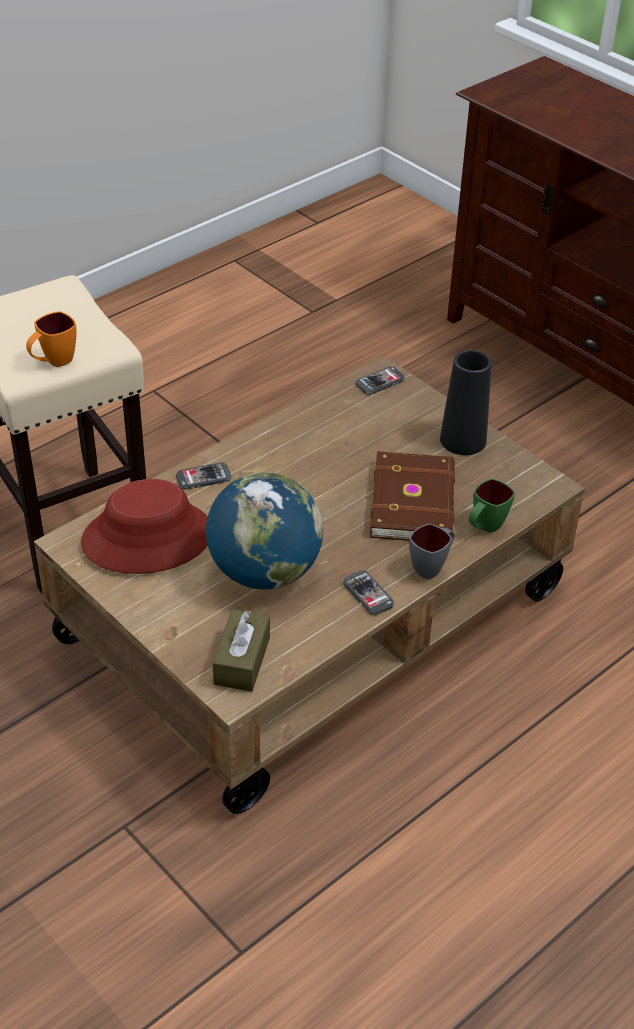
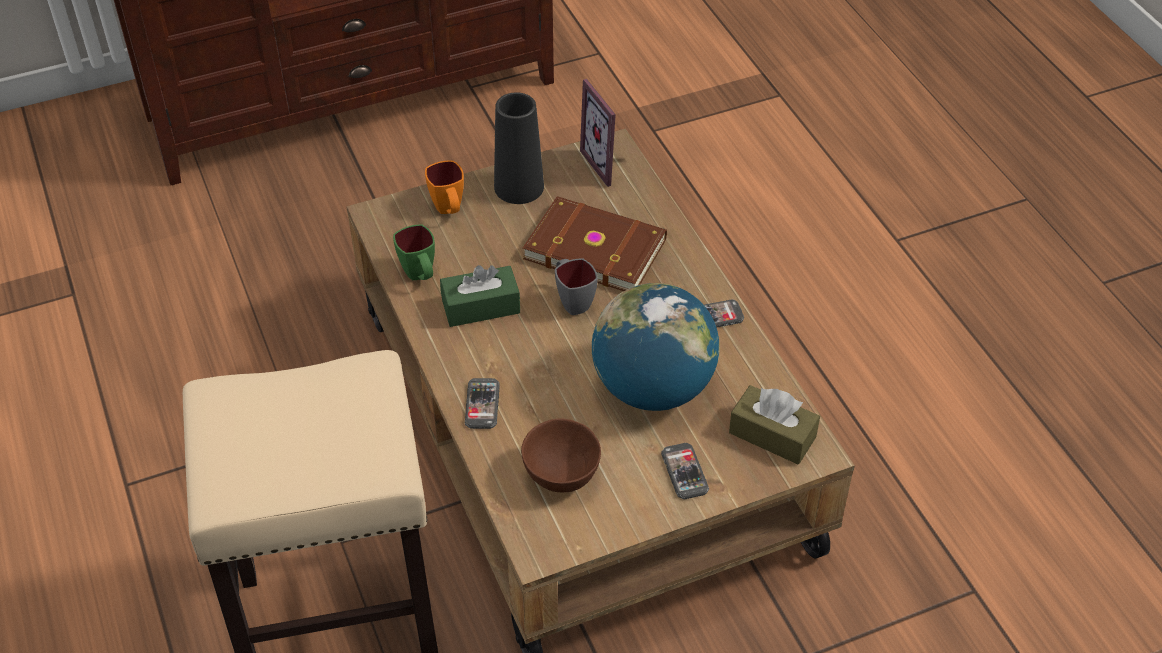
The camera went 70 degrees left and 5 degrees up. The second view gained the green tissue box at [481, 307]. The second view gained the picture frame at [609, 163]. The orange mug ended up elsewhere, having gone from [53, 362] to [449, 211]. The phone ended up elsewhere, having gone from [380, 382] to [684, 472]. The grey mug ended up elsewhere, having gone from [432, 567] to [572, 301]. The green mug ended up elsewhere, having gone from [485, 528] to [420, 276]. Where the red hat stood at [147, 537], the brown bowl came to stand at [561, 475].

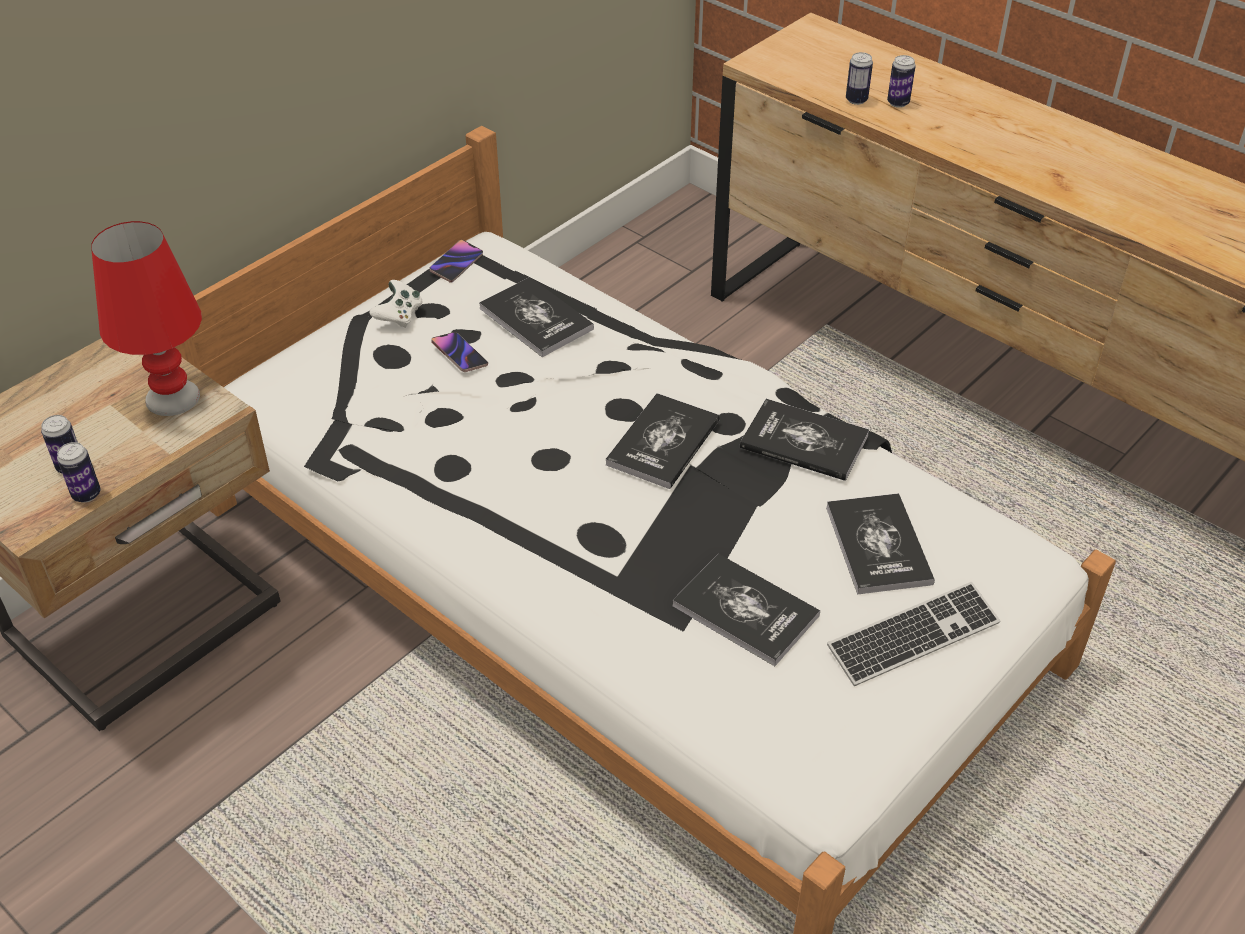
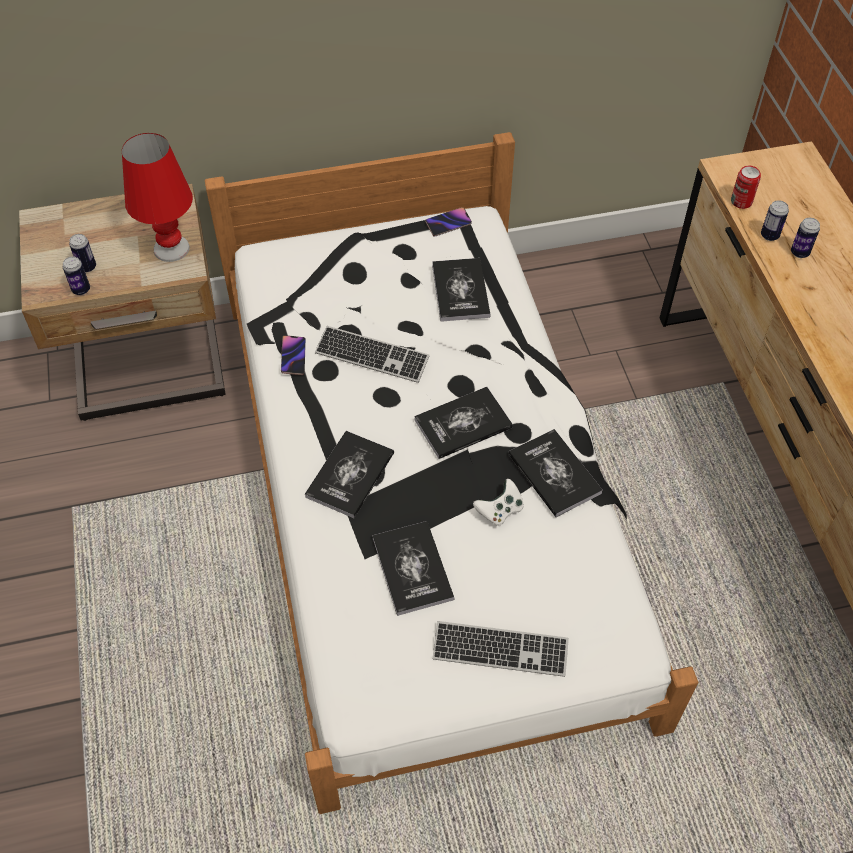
The camera went 35 degrees right and 10 degrees up. The second view gained the keyboard at [372, 356]. The second view gained the can at [741, 202]. The white game controller ended up elsewhere, having gone from [399, 316] to [499, 510]. The phone ended up elsewhere, having gone from [459, 355] to [293, 357]. The book ended up elsewhere, having gone from [878, 545] to [350, 475].

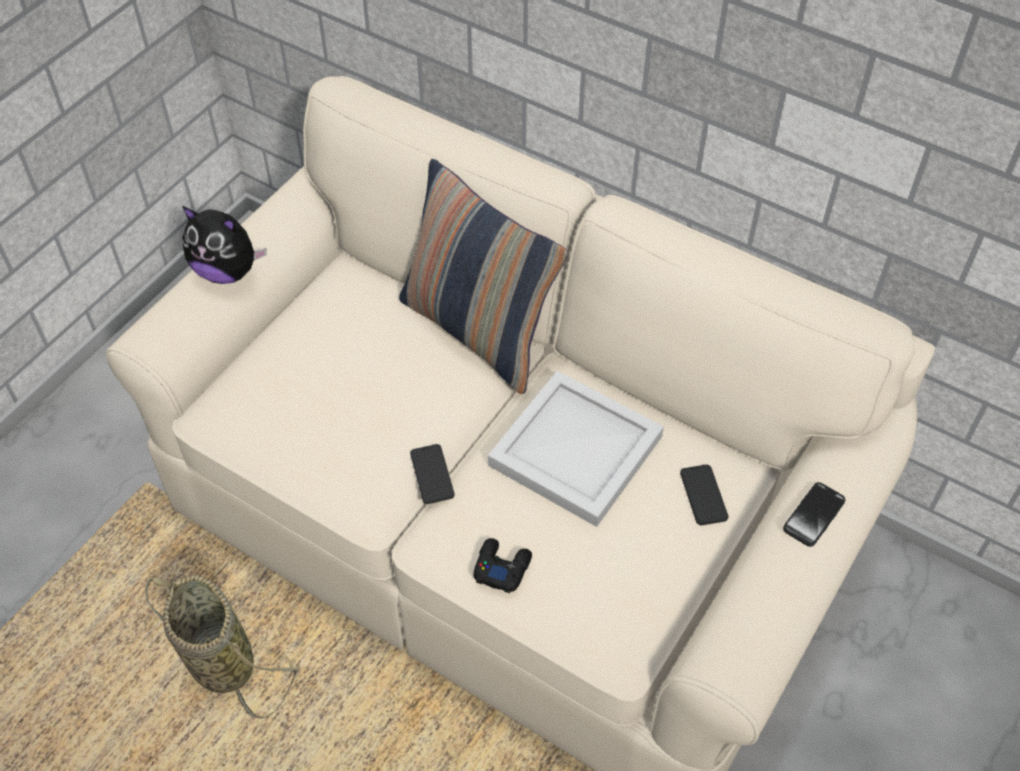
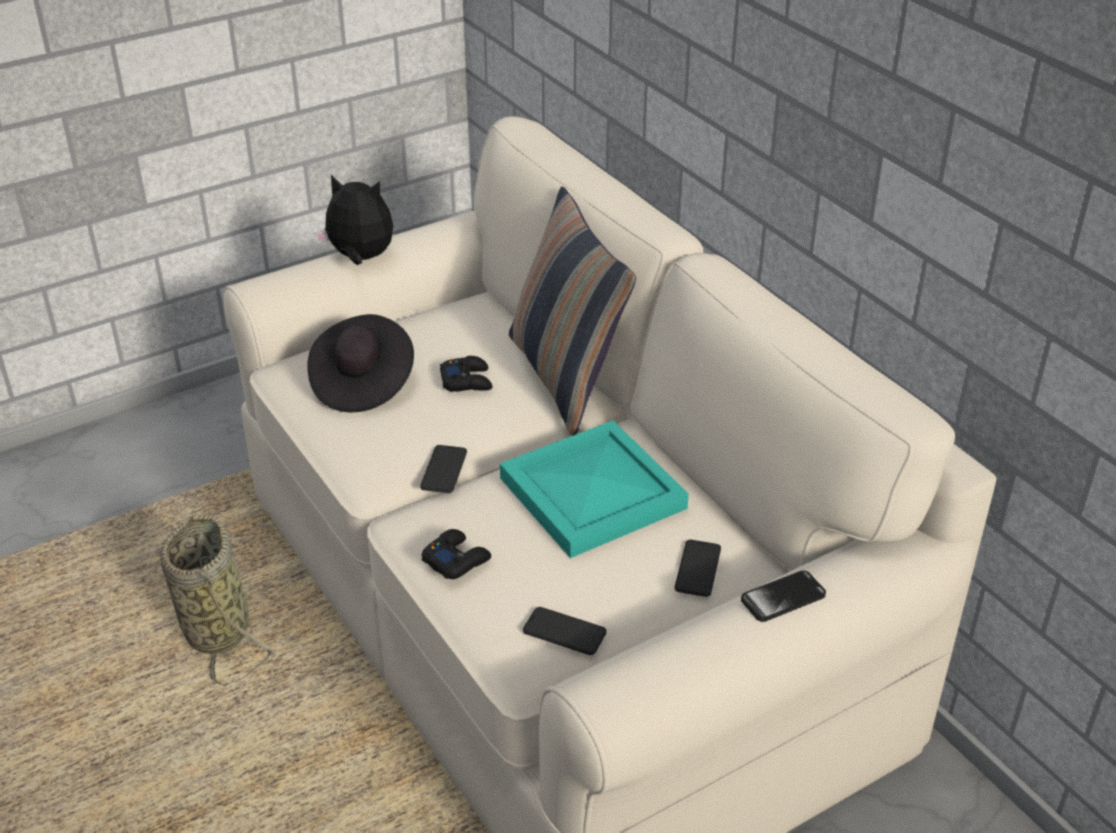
The camera went 25 degrees right and 15 degrees down. The second view gained the black hat at [362, 383]. The second view gained the black game controller at [467, 381]. The second view gained the phone at [564, 632]. What was the white tray at [575, 448] turned into the turquoise tray at [593, 491]. The plush toy at [227, 271] ended up facing another way, 150 degrees clockwise from before.

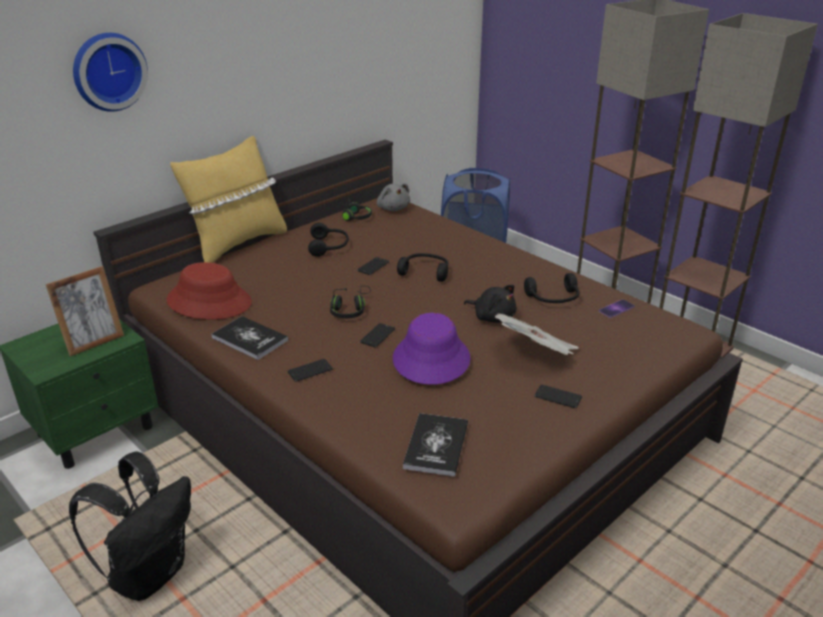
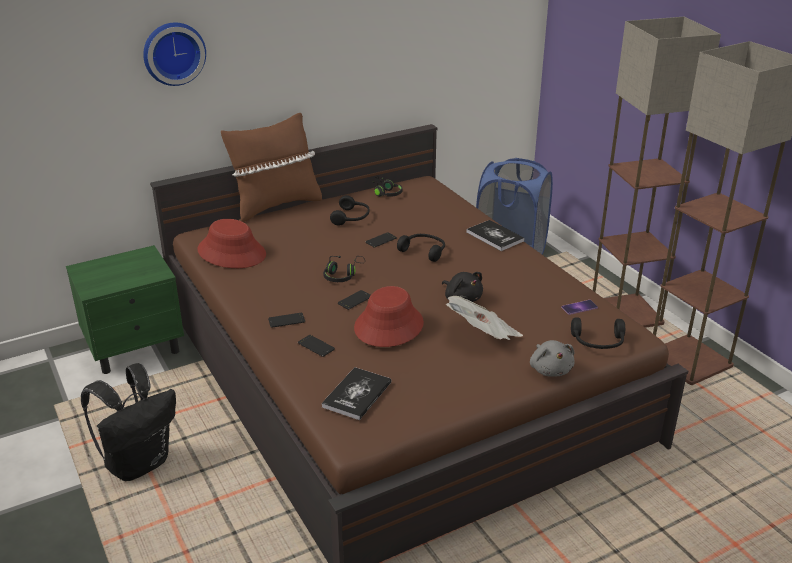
The camera went 15 degrees right and 0 degrees up. The second view lost the picture frame at [94, 342]. The book ended up elsewhere, having gone from [250, 339] to [495, 236]. The grey plush toy ended up elsewhere, having gone from [393, 208] to [550, 369]. The black headphones ended up elsewhere, having gone from [553, 299] to [598, 342]. The phone ended up elsewhere, having gone from [558, 397] to [316, 346]. What was the yellow pillow at [237, 244] turned into the brown pillow at [276, 206]. What was the purple hat at [431, 359] turned into the red hat at [388, 326].

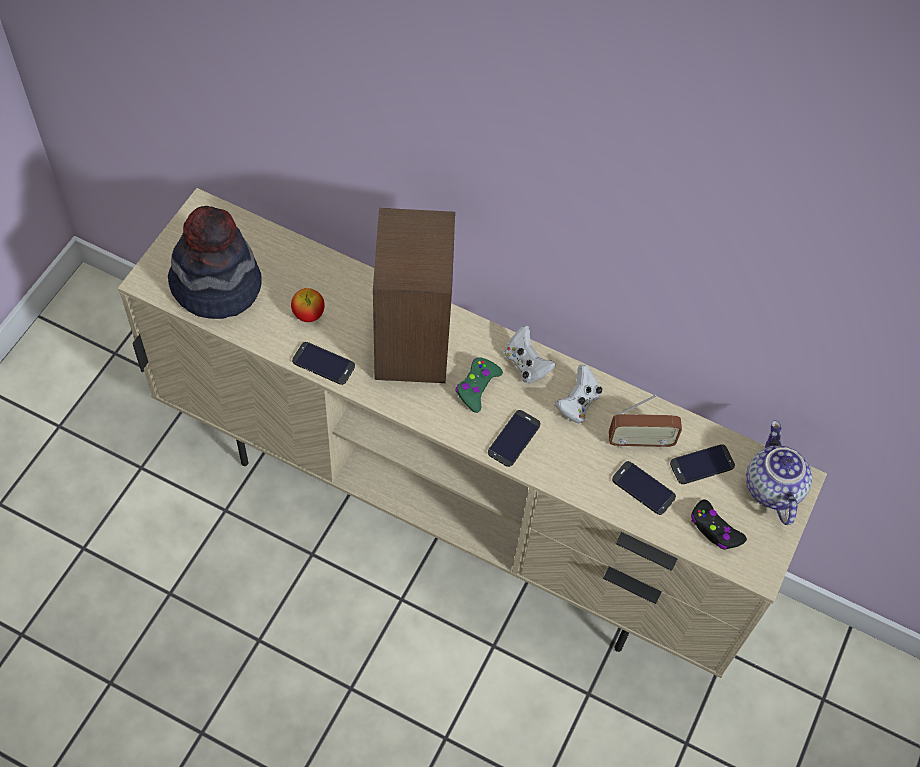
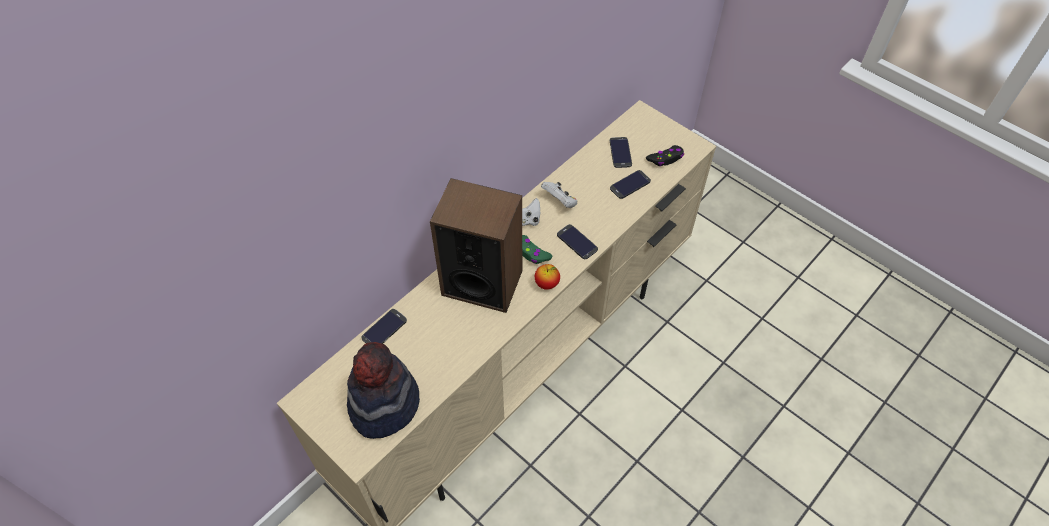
The camera went 70 degrees left and 5 degrees down. The second view lost the radio at [640, 442]. The second view lost the teapot at [770, 487]. The apple ended up elsewhere, having gone from [308, 315] to [547, 284]. The phone ended up elsewhere, having gone from [323, 363] to [384, 329].

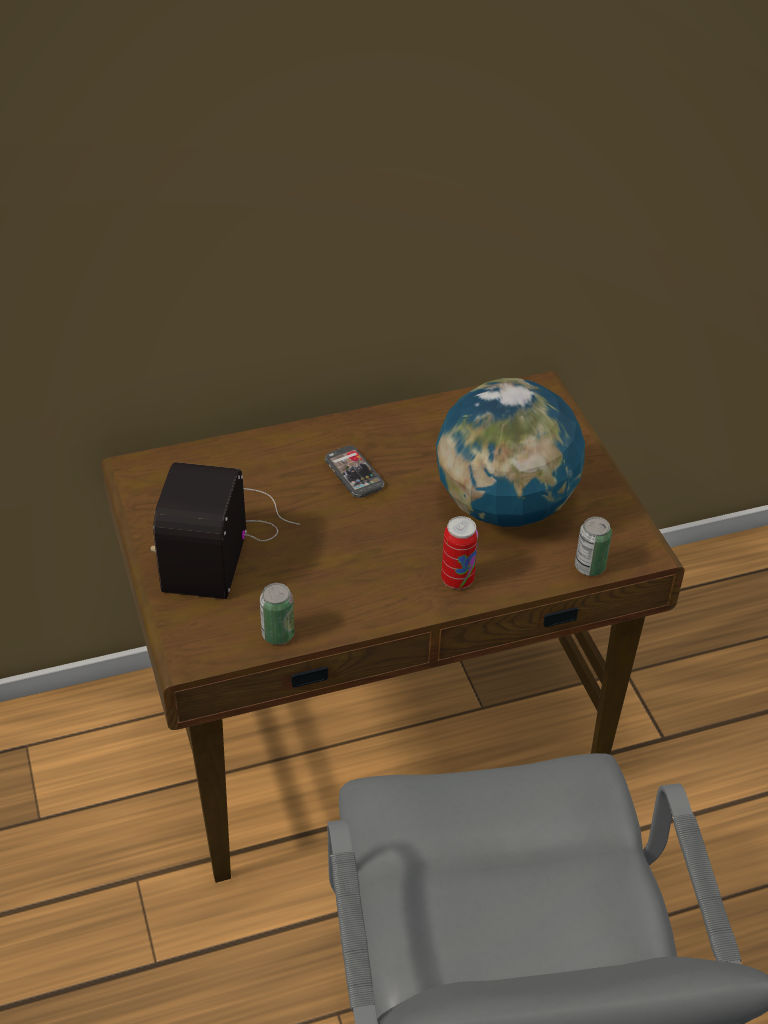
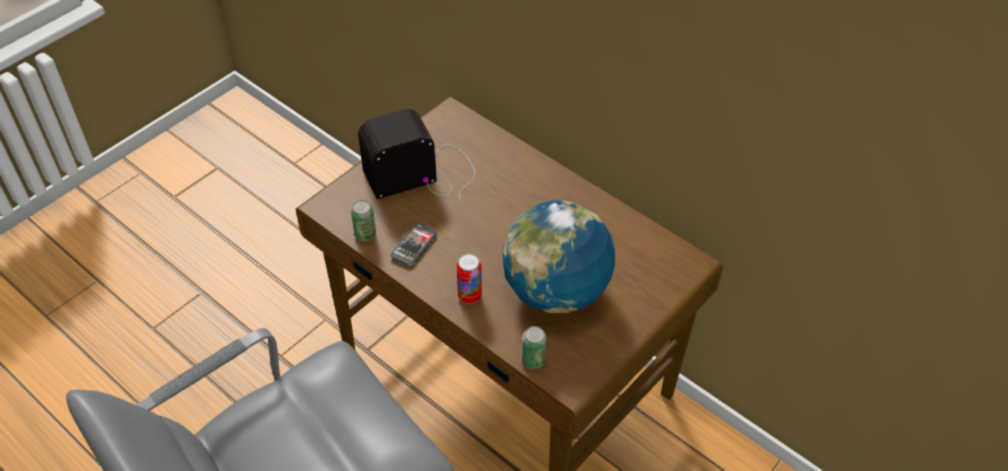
The camera went 60 degrees right and 5 degrees up. The phone ended up elsewhere, having gone from [354, 473] to [414, 246].

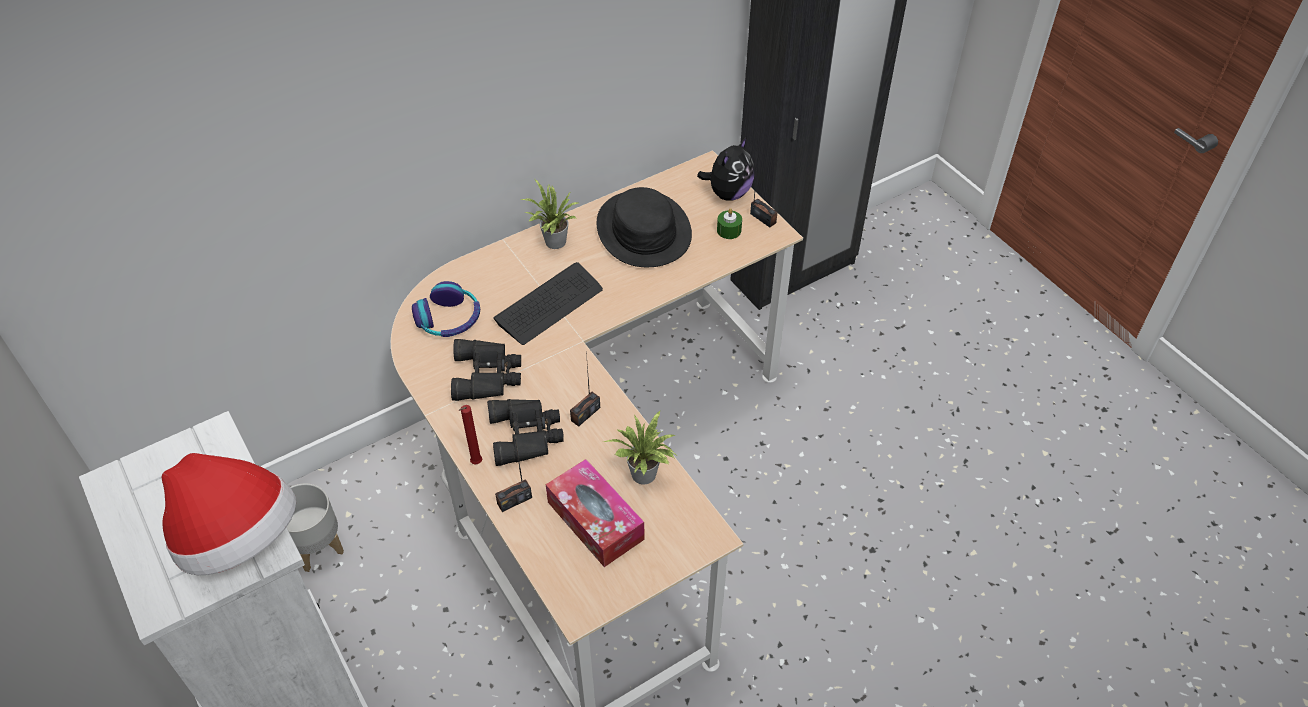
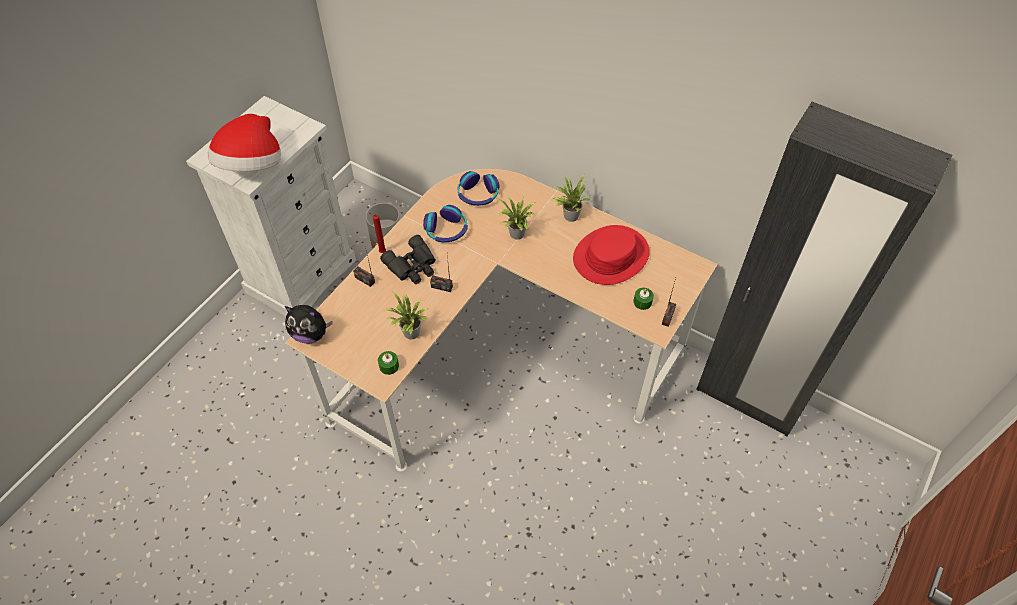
The camera went 65 degrees right and 5 degrees up. The second view lost the tissue box at [595, 520]. The second view gained the green candle at [389, 366]. The plush toy ended up elsewhere, having gone from [728, 193] to [310, 334]. Where the black binoculars stood at [488, 375], the headphones came to stand at [446, 230]. Where the keyboard stood at [549, 305], the potted plant came to stand at [516, 235]. What was the black hat at [643, 230] turned into the red hat at [610, 256].

